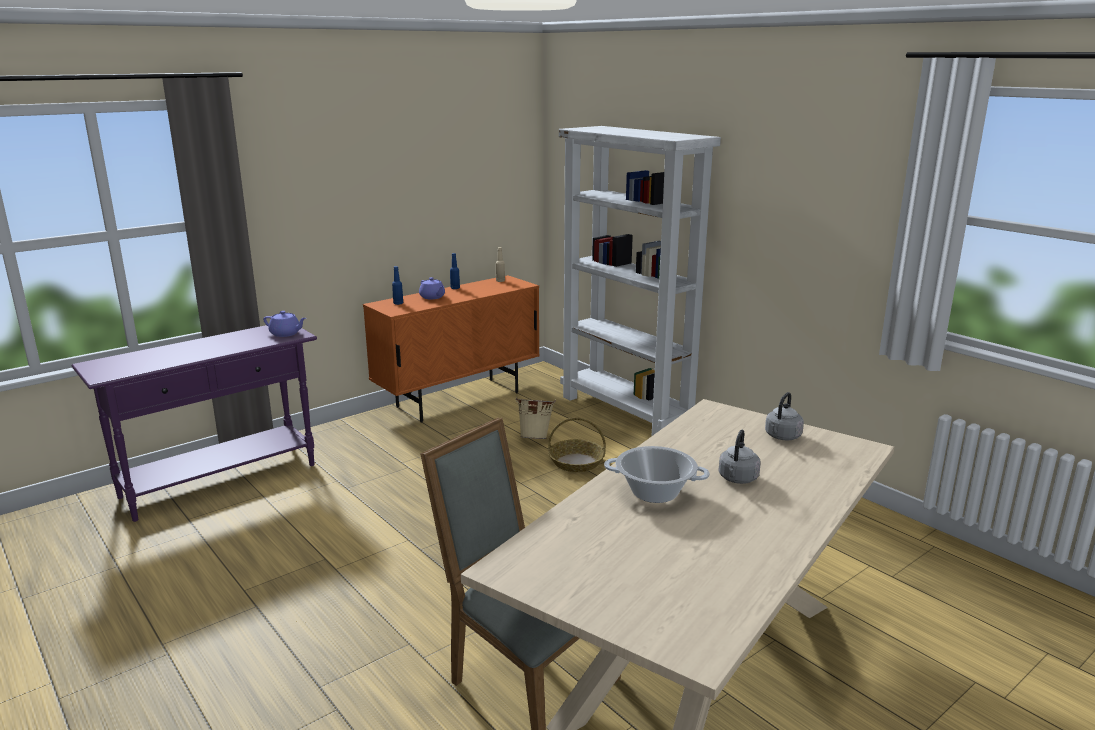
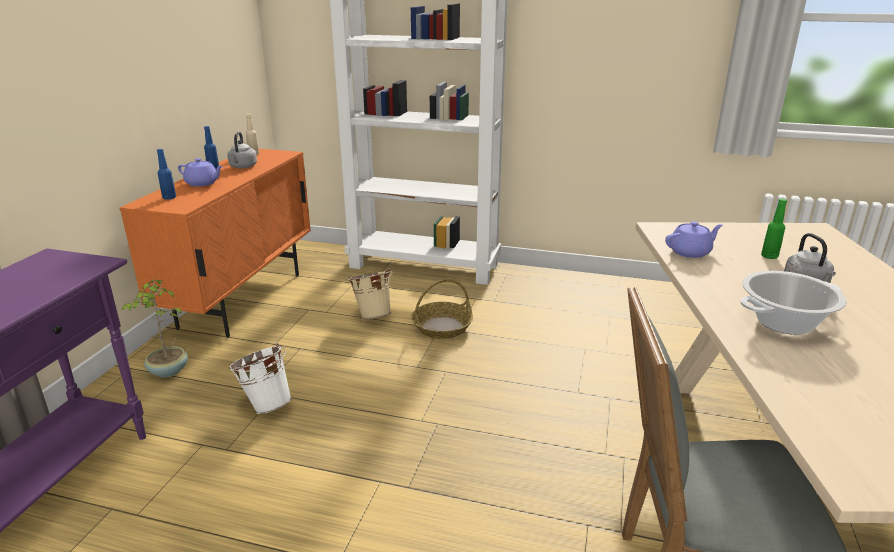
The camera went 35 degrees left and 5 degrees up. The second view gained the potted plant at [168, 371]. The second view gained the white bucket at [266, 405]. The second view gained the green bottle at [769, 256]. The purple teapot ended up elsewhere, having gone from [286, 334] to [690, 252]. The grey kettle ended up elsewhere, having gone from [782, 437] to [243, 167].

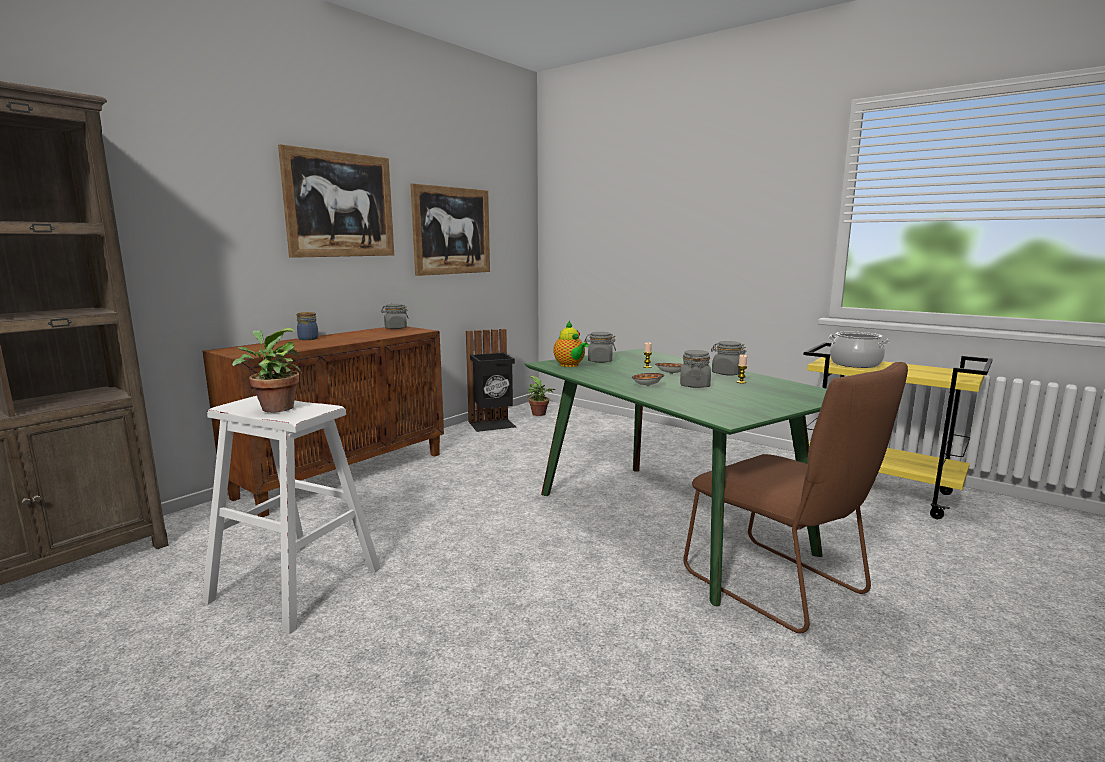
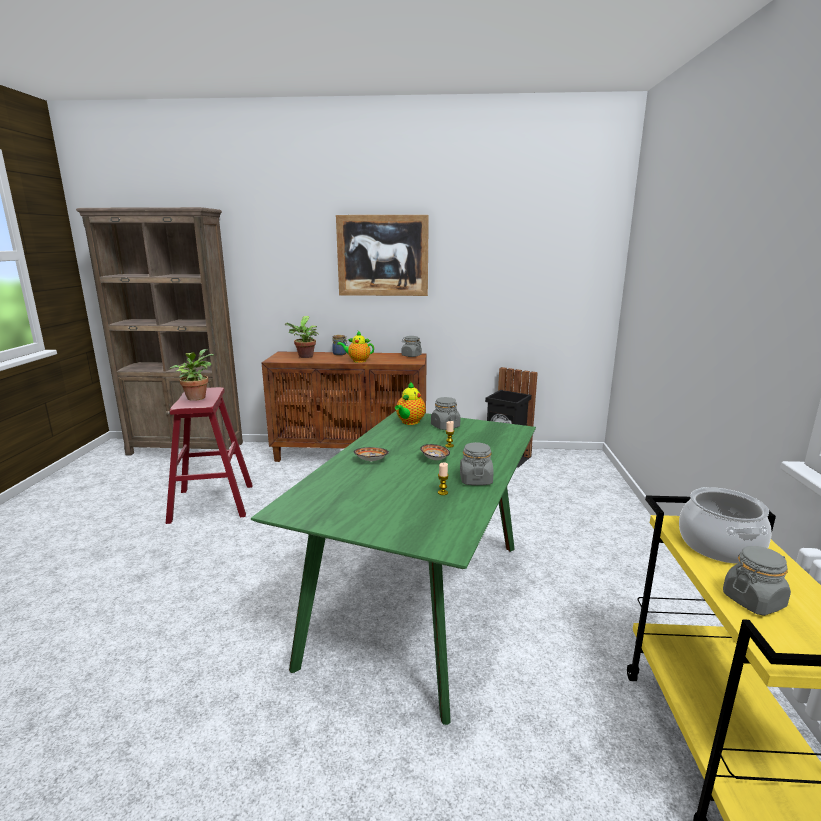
The camera went 55 degrees right and 5 degrees up. The second view lost the picture at [452, 231]. The second view lost the brown chair at [780, 587]. The second view gained the teapot at [357, 361]. The potted plant ended up elsewhere, having gone from [540, 414] to [305, 357]. The grey jar ended up elsewhere, having gone from [694, 385] to [753, 600]. What was the white stool at [295, 584] turned into the red stool at [212, 503].

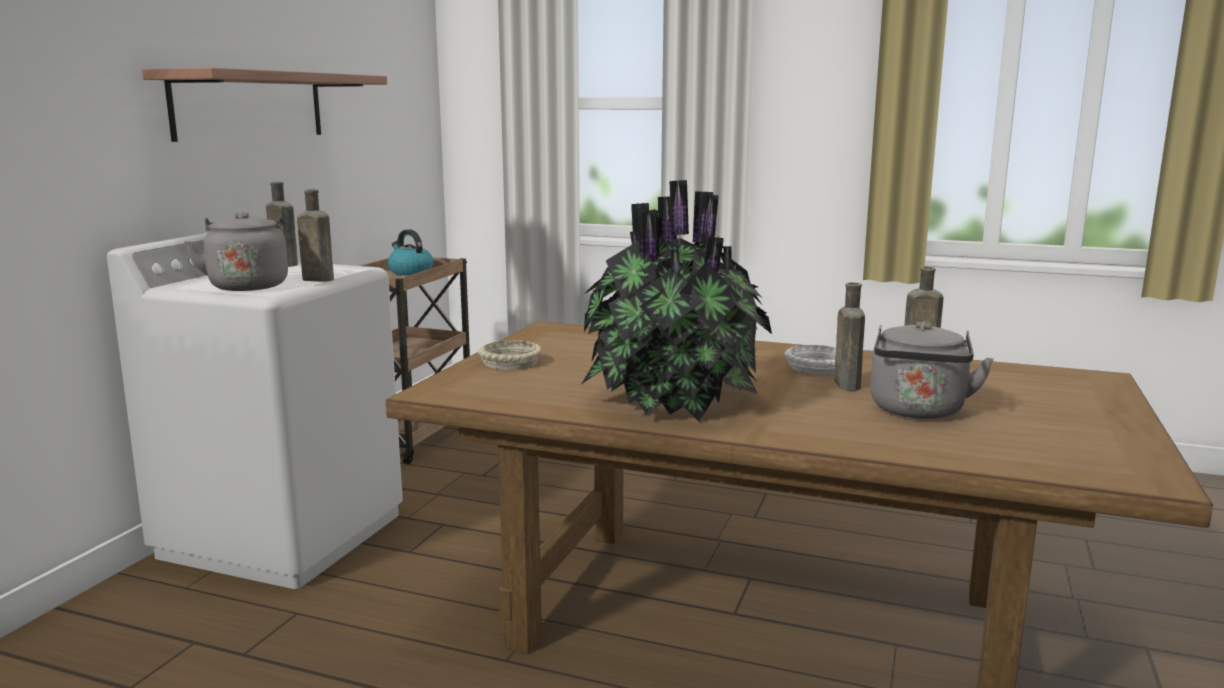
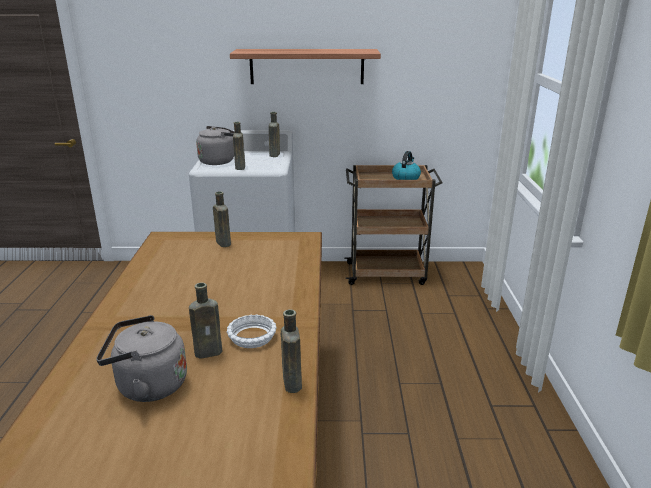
The camera went 70 degrees right and 10 degrees up. The second view lost the potted plant at [674, 402]. Where the beige bowl stood at [510, 362], the brown bottle came to stand at [222, 242].

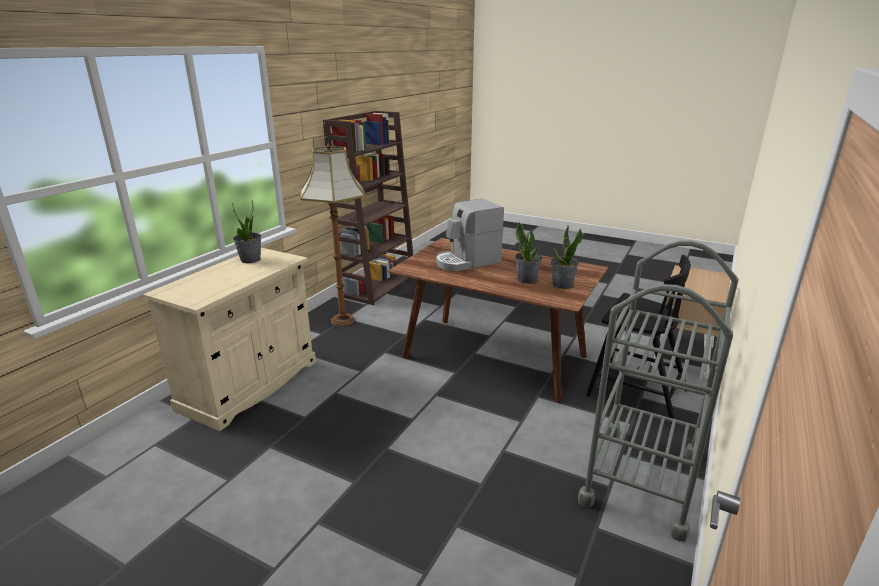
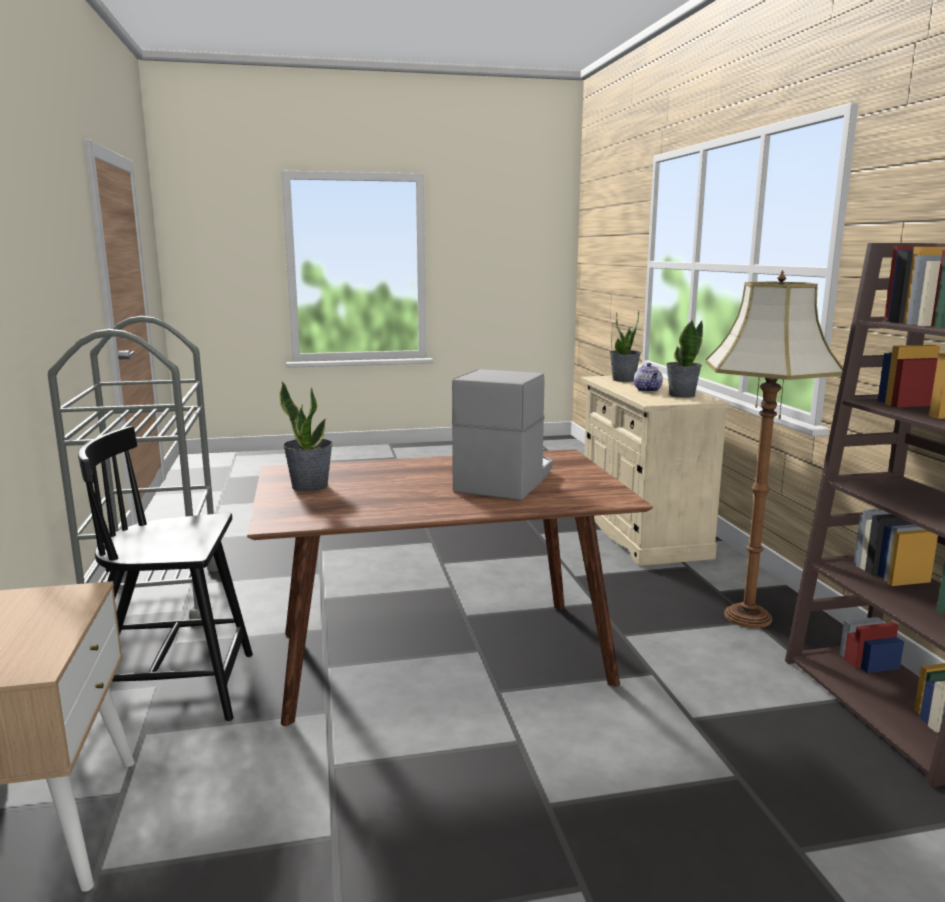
The camera went 140 degrees right and 10 degrees down. The second view gained the teapot at [648, 390]. The potted plant ended up elsewhere, having gone from [526, 279] to [624, 380].

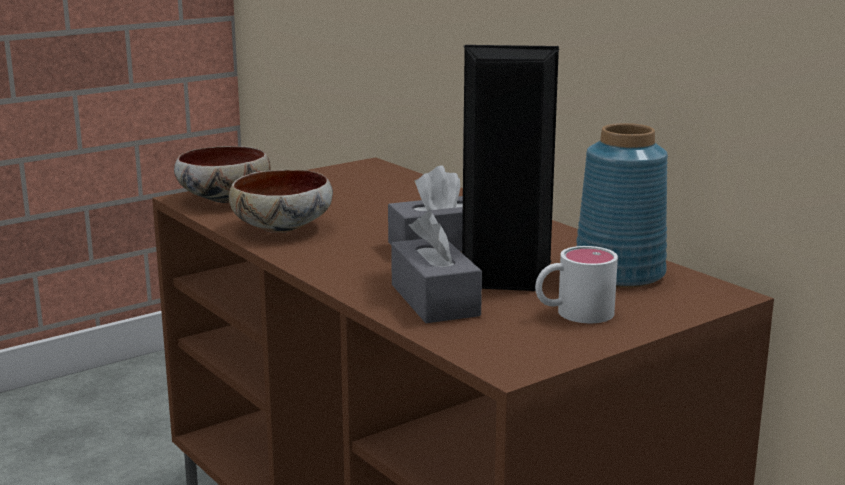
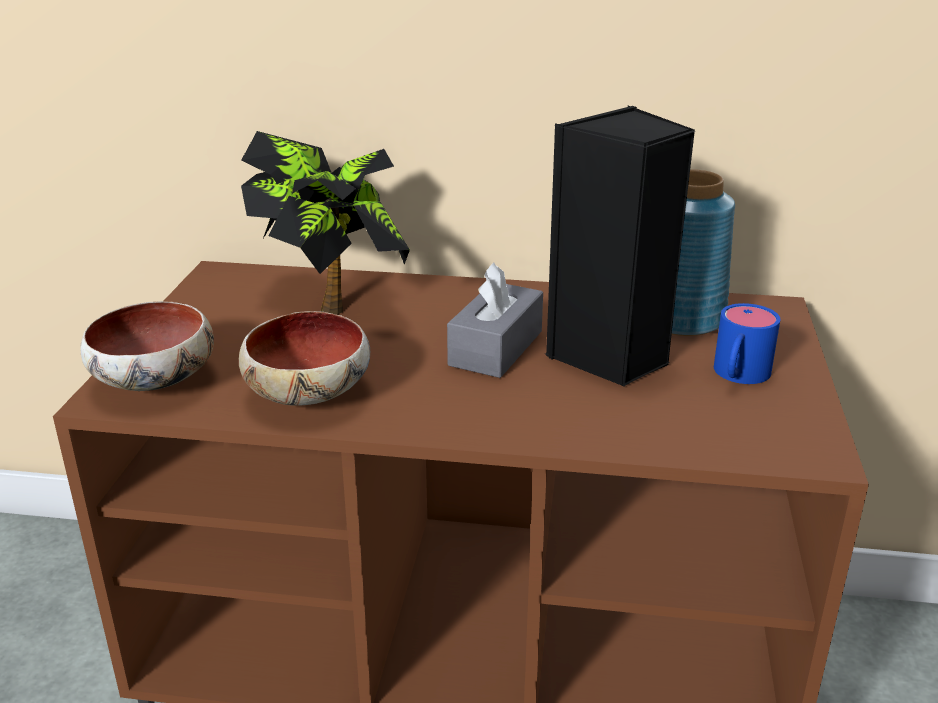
The camera went 45 degrees left and 10 degrees up. The second view lost the grey tissue box at [434, 300]. The second view gained the potted plant at [334, 300]. What was the white mug at [573, 313] turned into the blue mug at [738, 376].

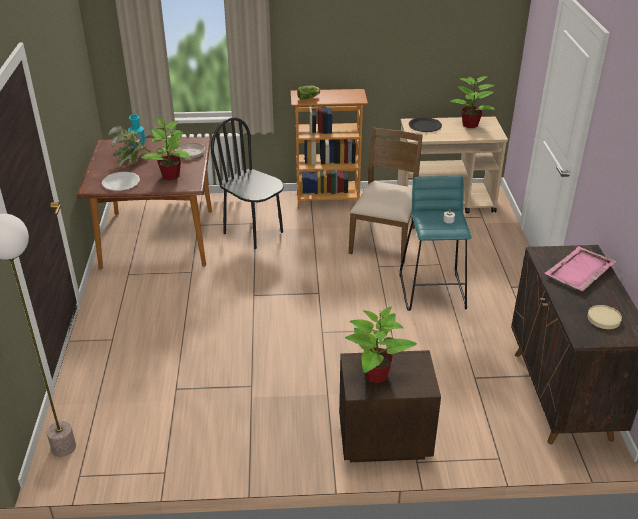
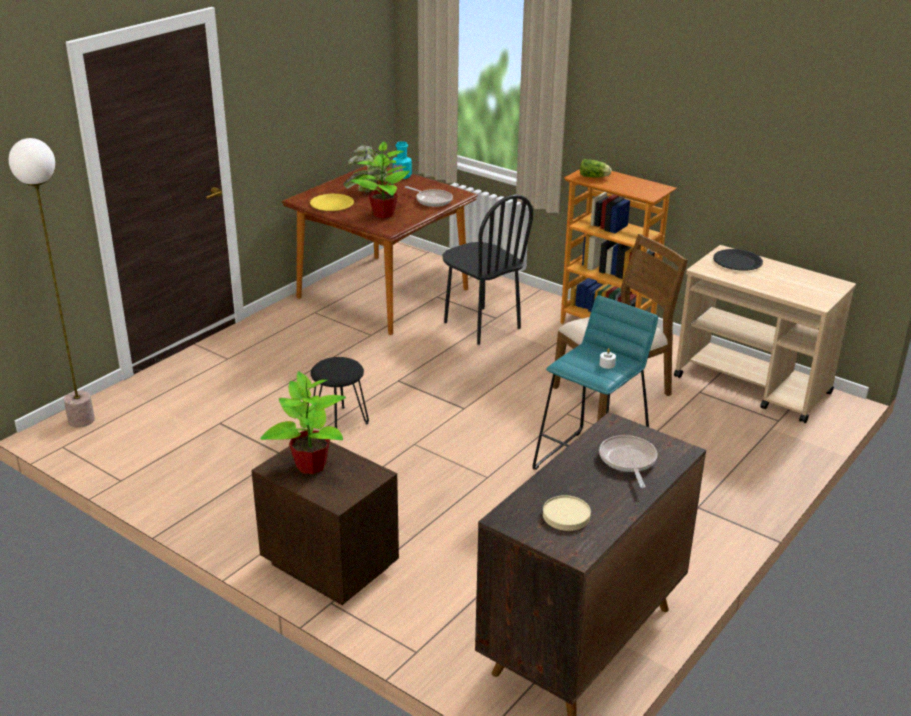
The camera went 40 degrees right and 5 degrees down. The second view lost the potted plant at [470, 124]. The second view gained the black stool at [339, 422]. Where the pink tray stood at [579, 271], the frying pan came to stand at [628, 461]. What was the white plate at [121, 182] turned into the yellow plate at [332, 204]. The black chair at [253, 232] ended up facing another way, 150 degrees clockwise from before.

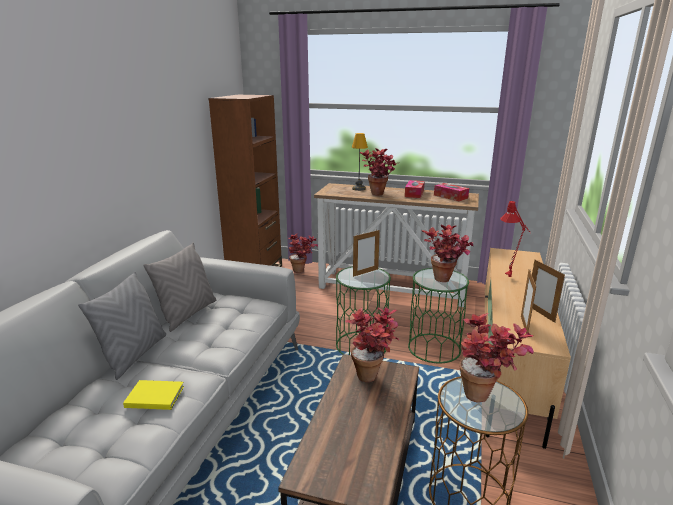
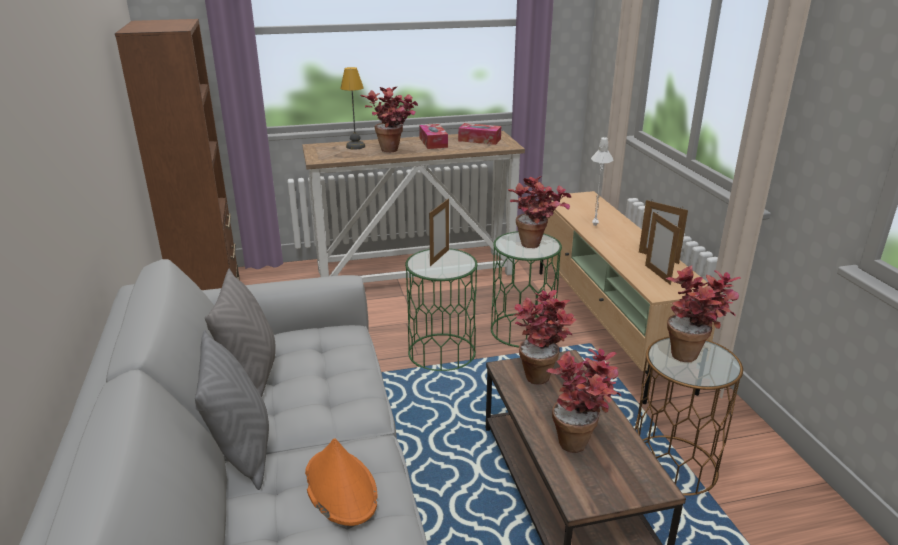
The camera went 30 degrees left and 5 degrees up. The potted plant ended up elsewhere, having gone from [302, 271] to [580, 440]. Where the yellow book stood at [154, 396], the orange hat came to stand at [340, 487]. What was the red table lamp at [511, 276] turned into the white table lamp at [594, 224].

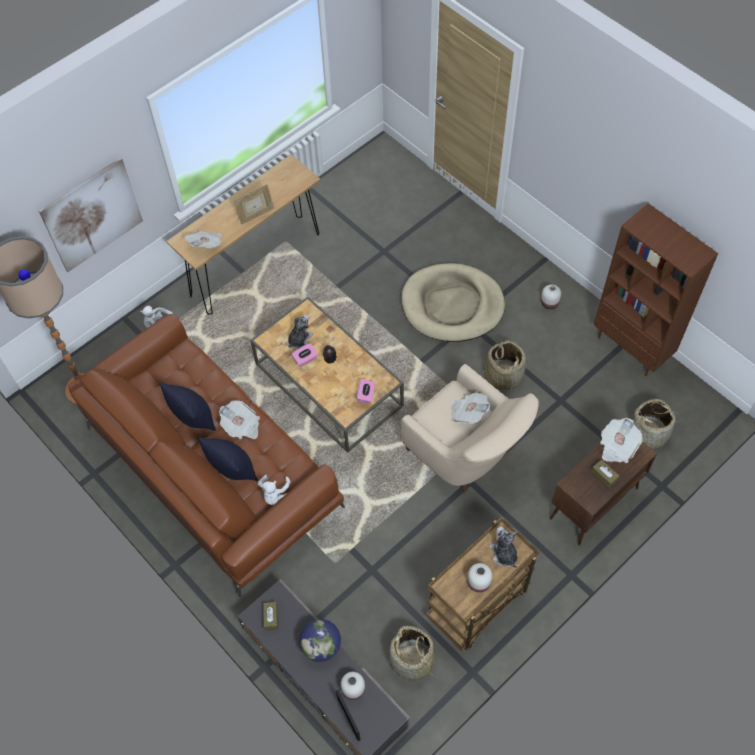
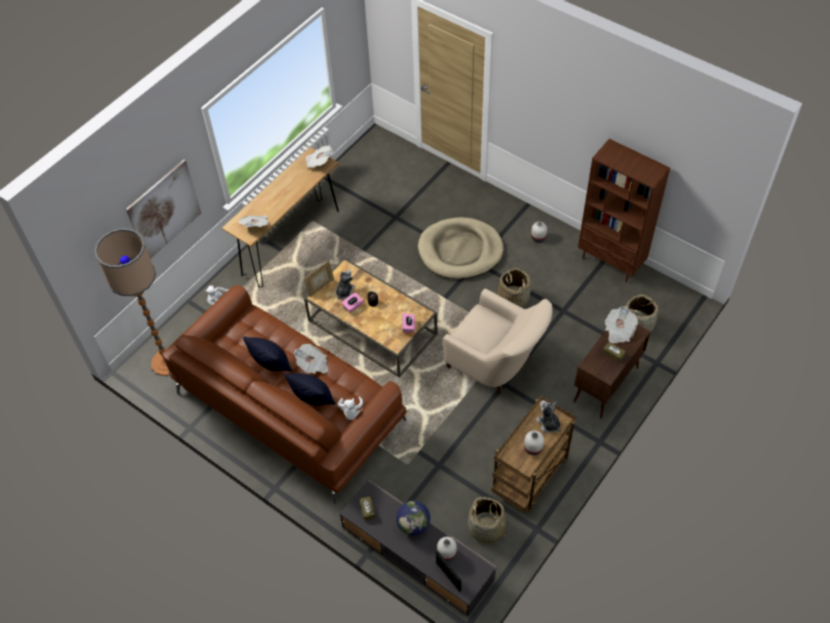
The camera went 10 degrees left and 5 degrees down. The picture frame ended up elsewhere, having gone from [256, 215] to [320, 287]. The newspaper ended up elsewhere, having gone from [468, 413] to [319, 162].

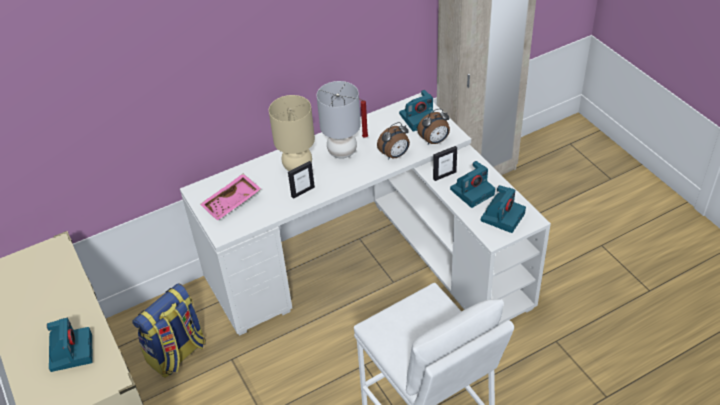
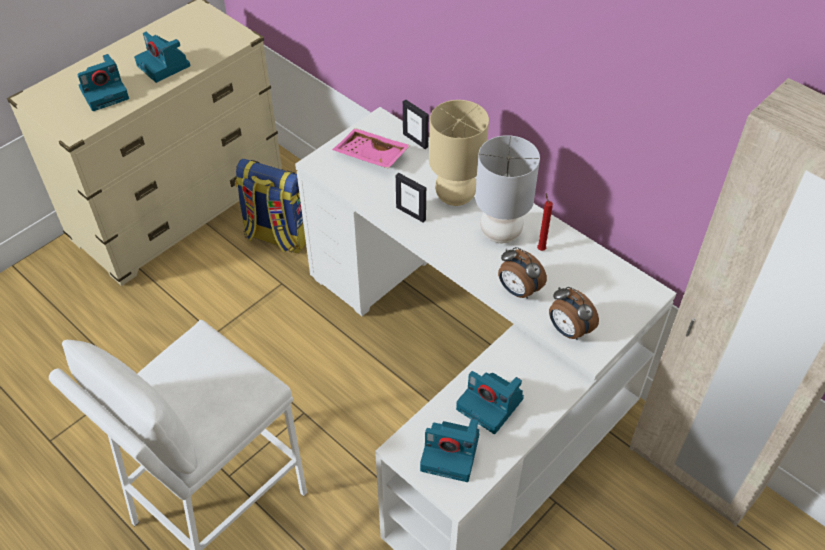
The camera went 70 degrees right and 5 degrees up. The photo camera ended up elsewhere, having gone from [419, 118] to [164, 66]. The picture frame ended up elsewhere, having gone from [444, 175] to [415, 140].

